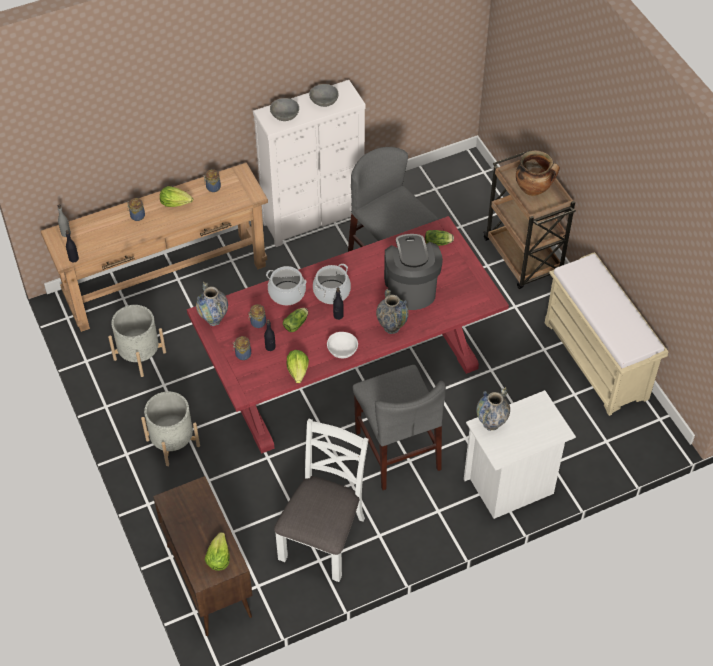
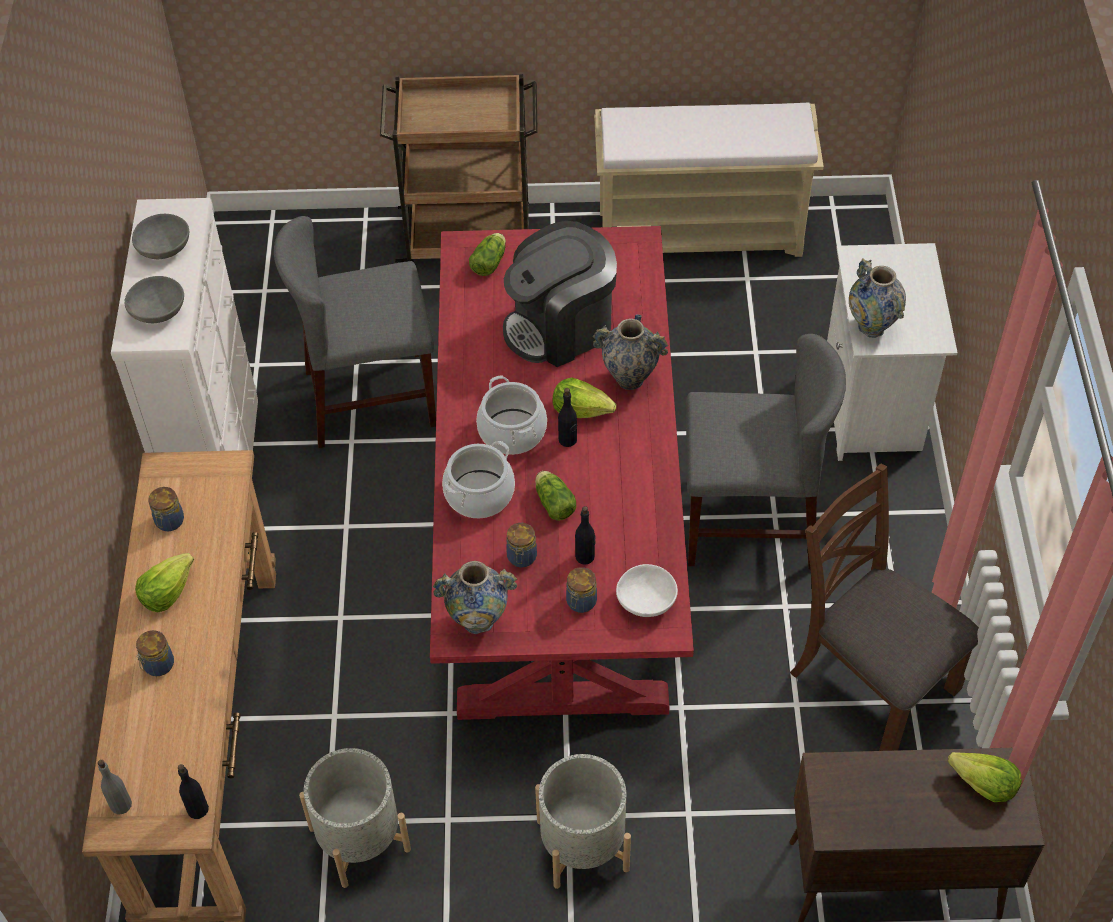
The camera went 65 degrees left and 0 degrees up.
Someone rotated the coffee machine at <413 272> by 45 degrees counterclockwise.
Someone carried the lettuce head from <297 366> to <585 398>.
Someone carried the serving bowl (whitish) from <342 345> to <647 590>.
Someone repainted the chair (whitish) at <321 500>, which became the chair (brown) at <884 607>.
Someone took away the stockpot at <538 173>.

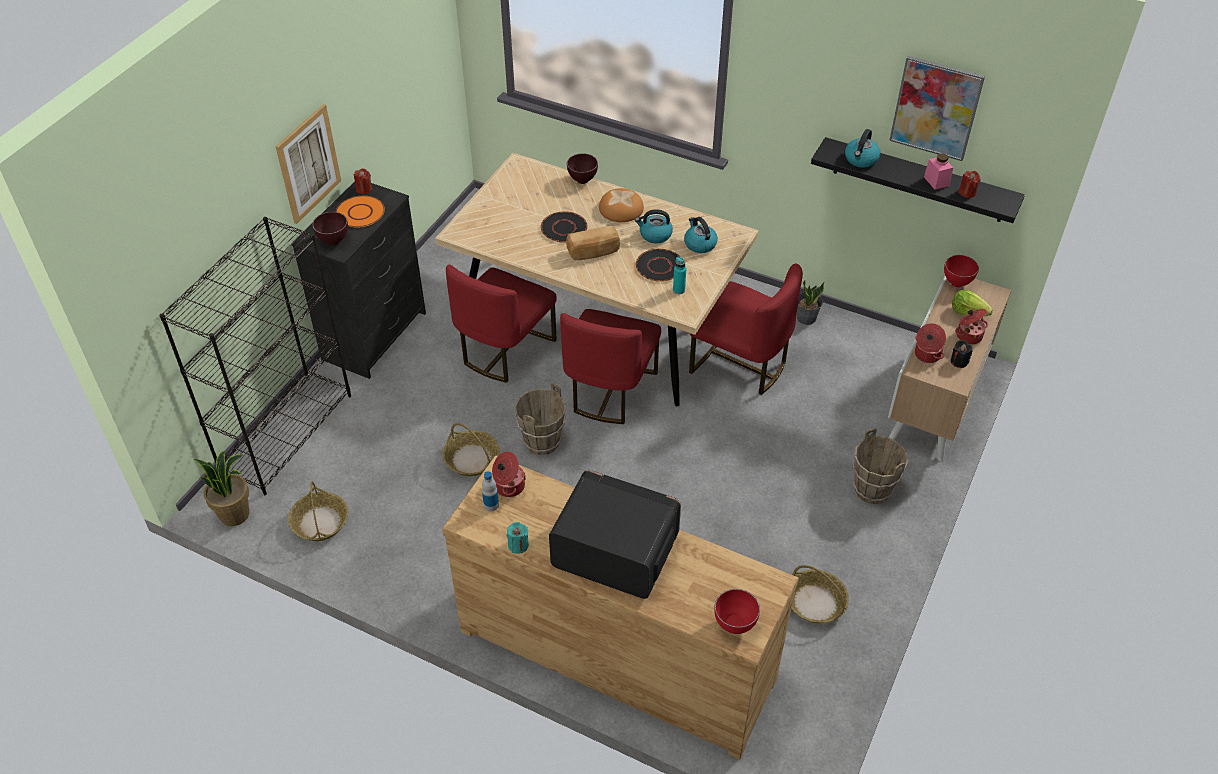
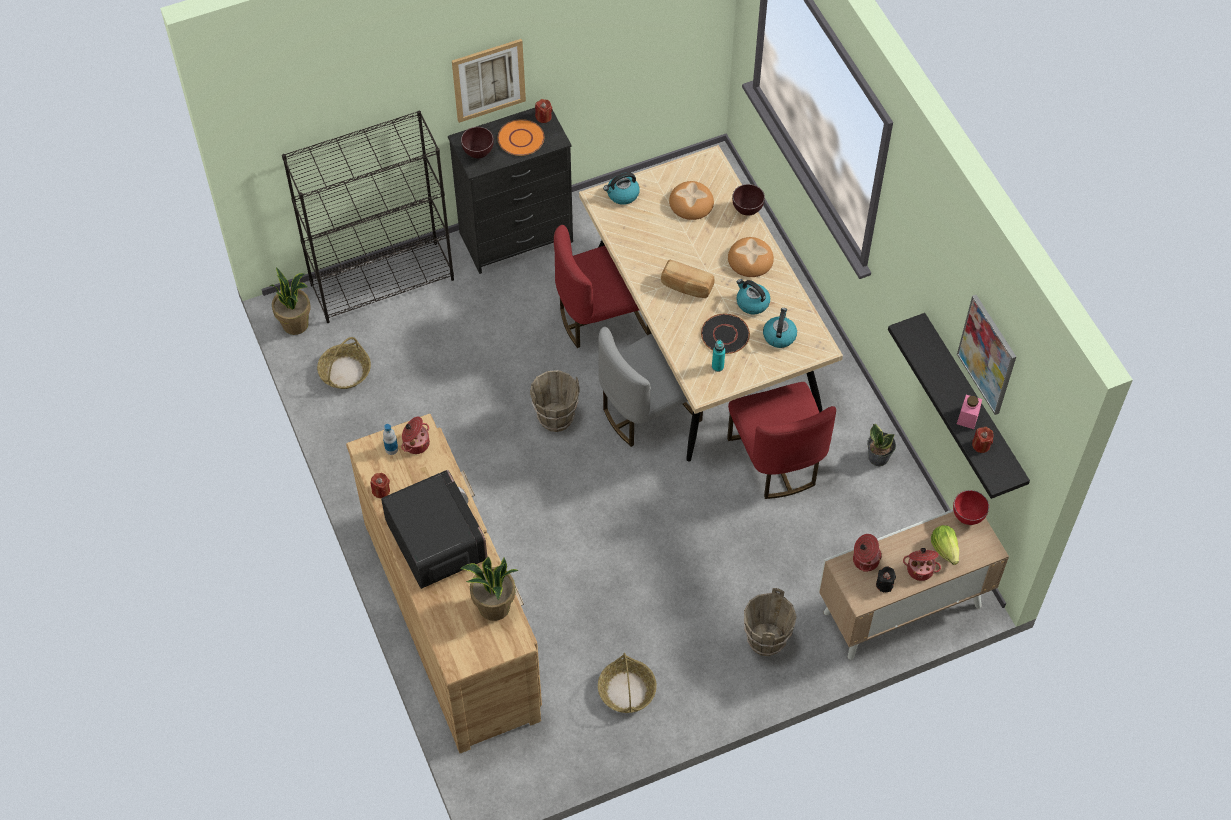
The camera went 40 degrees right and 10 degrees up.
Someone repainted the wax candle (turquoise-coloured) at <518 538>, which became the wax candle (reddish) at <380 485>.
Someone put down the potted plant at <489 588>.
Someone repainted the chair (reddish) at <610 366>, which became the chair (gray) at <650 387>.
Someone carried the kettle from <862 148> to <621 188>.
Someone put down the baked bread at <691 200>.
Someone took away the household basket at <471 449>.
Someone took away the plate (black-coloured) at <564 227>.
Someone took away the serving bowl (reddish) at <737 611>.

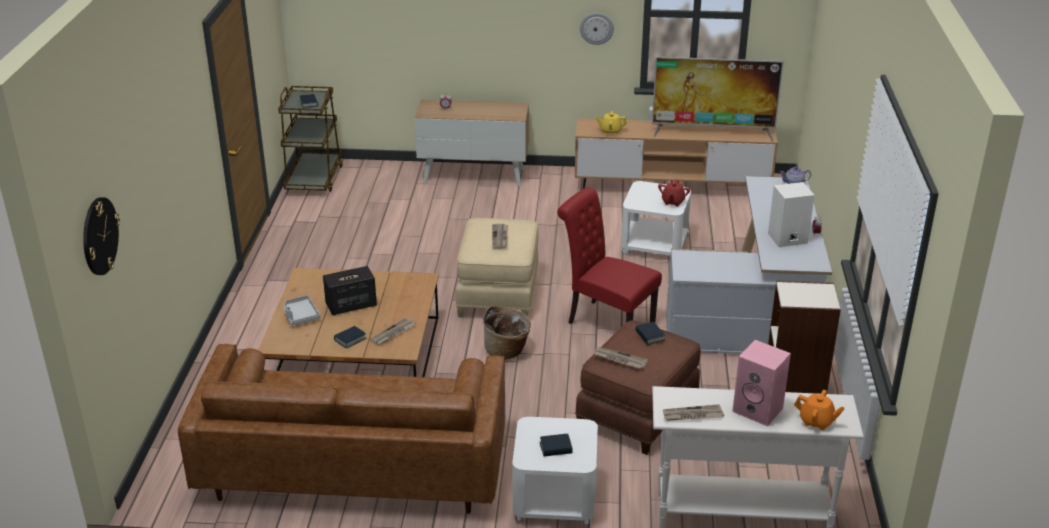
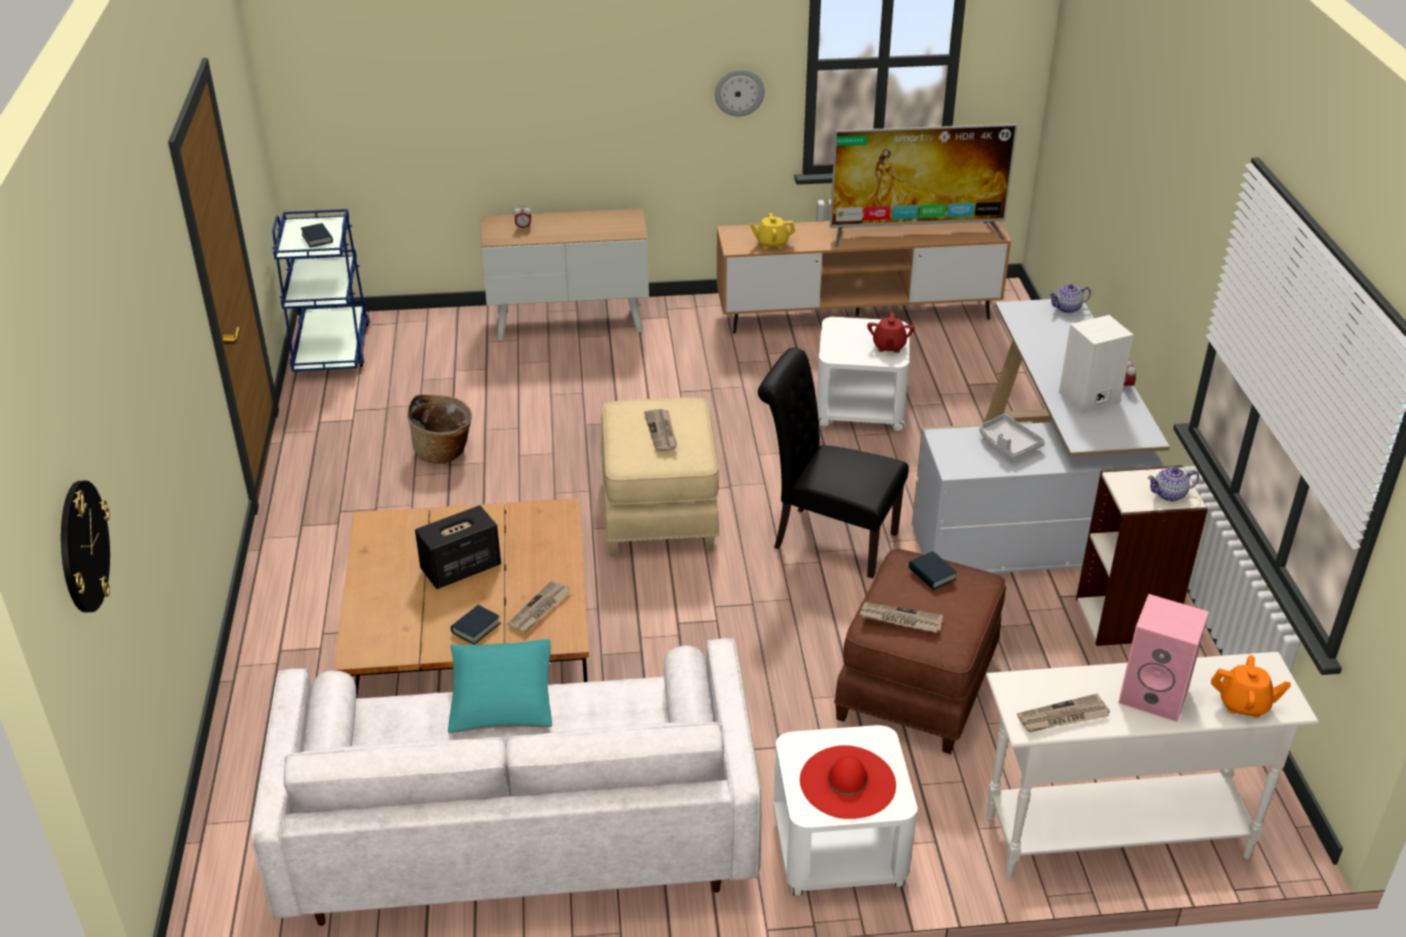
The camera went 10 degrees left and 5 degrees up.
Someone repainted the sofa (brown) at <341 429>, which became the sofa (whitish) at <507 782>.
Someone repainted the cart (brown) at <310 138>, which became the cart (bluish) at <321 290>.
Someone carried the household basket from <507 333> to <439 429>.
Someone put down the cushion (turquoise-coloured) at <500 686>.
Someone repainted the chair (reddish) at <609 255>, which became the chair (black-coloured) at <833 462>.
Someone swapped the bound book at <556 445> for the clothing hat (reddish) at <848 782>.
Someone carried the serving tray (gray) from <302 310> to <1012 437>.
Someone put down the tea pot at <1173 484>.

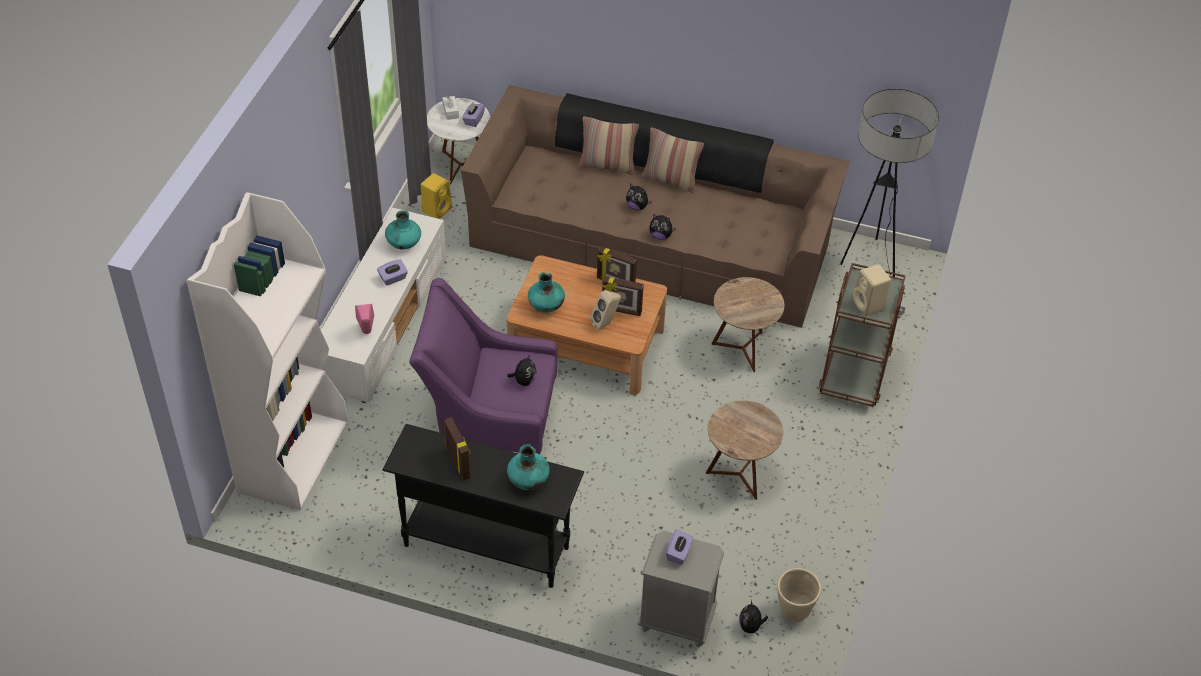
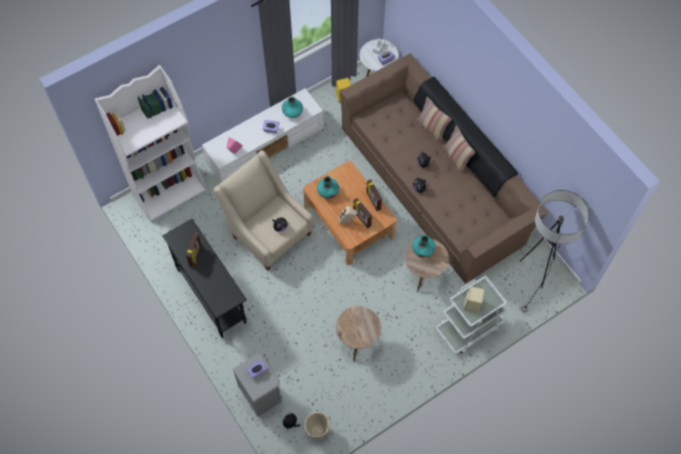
The camera went 40 degrees right and 15 degrees up.
Someone repainted the lounge chair (purple) at <483 366>, which became the lounge chair (sand-coloured) at <263 210>.
Someone carried the decorative vase (turquoise-coloured) from <528 467> to <423 246>.
Someone repainted the cart (brown) at <862 335>, which became the cart (whitish) at <471 314>.

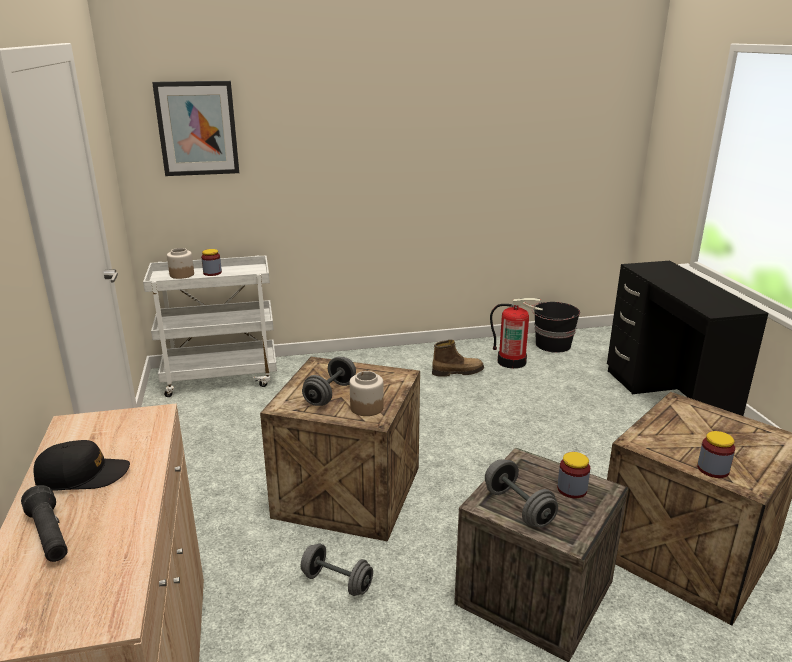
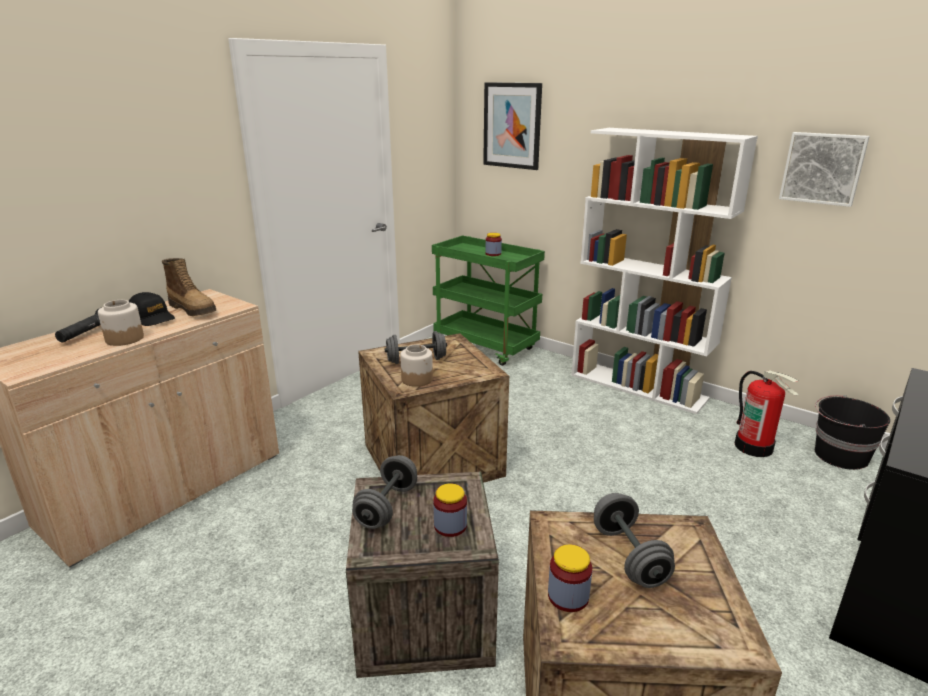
The camera went 50 degrees right and 0 degrees up.
Someone carried the storage jar from <180 263> to <121 323>.
Someone carried the high-top boot from <458 358> to <189 287>.
Someone repainted the cart (whitish) at <210 326>, which became the cart (greenish) at <488 300>.
Someone put down the bookshelf (whitish) at <664 271>.
Someone carried the dumbbell (gray) from <337 569> to <634 540>.
Someone put up the wall art at <824 169>.

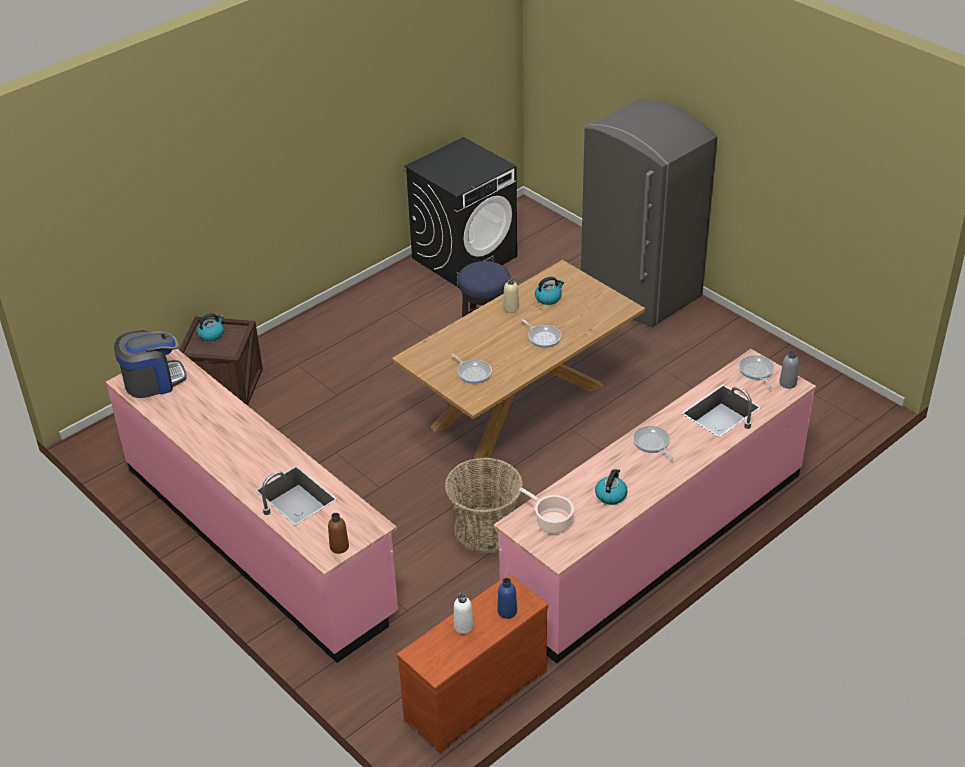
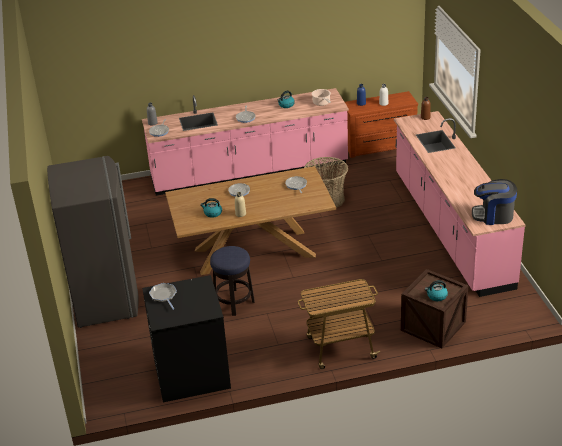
The camera went 150 degrees left and 5 degrees down.
Someone put down the pan at <163 296>.
Someone put down the cart at <339 324>.

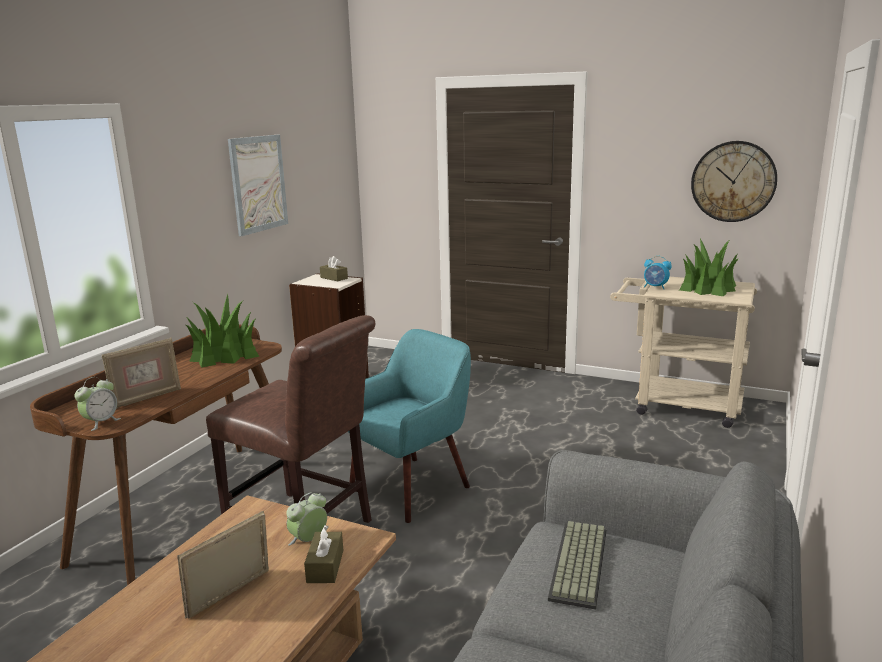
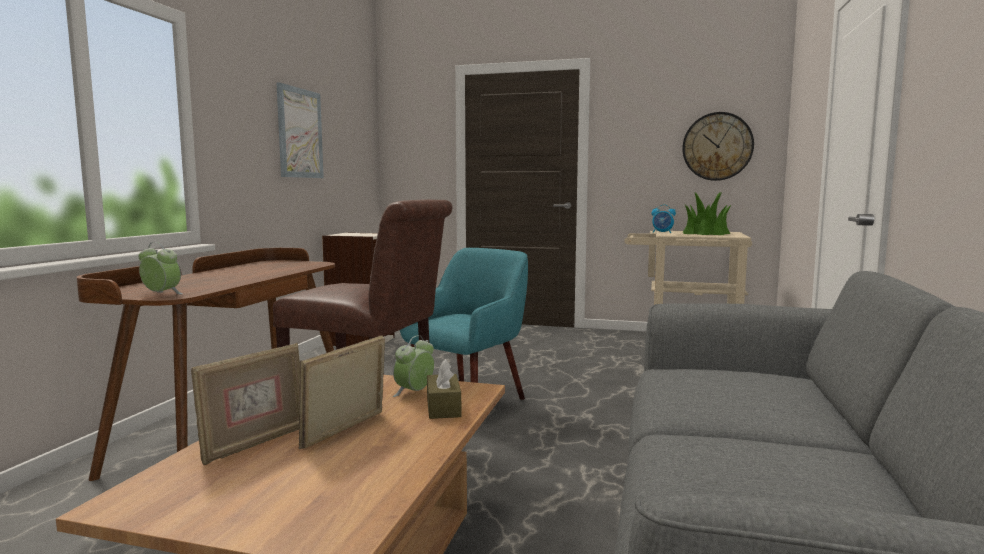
The camera went 10 degrees left and 10 degrees down.
Someone rotated the bedside clock at <97 404> by 90 degrees counterclockwise.
Someone carried the photo frame from <141 373> to <245 404>.
Someone took away the potted plant at <222 331>.
Someone took away the box of tissues (brown) at <334 268>.
Someone took away the keyboard at <577 565>.

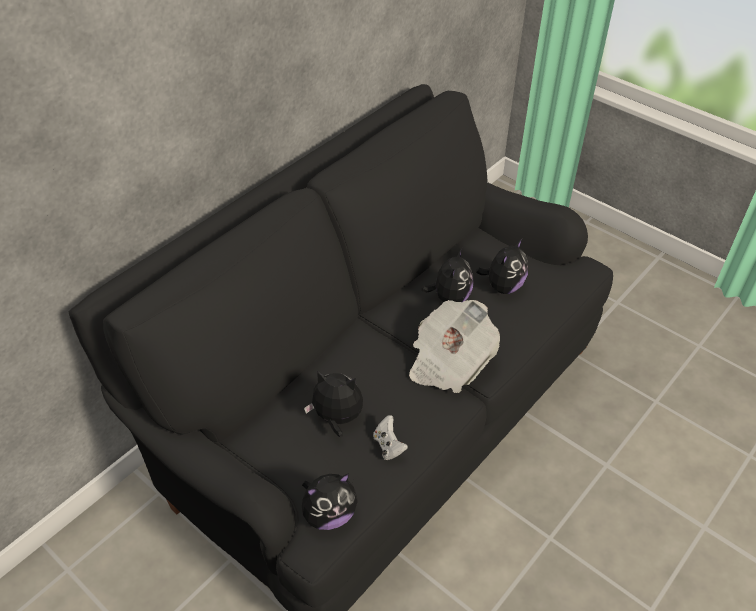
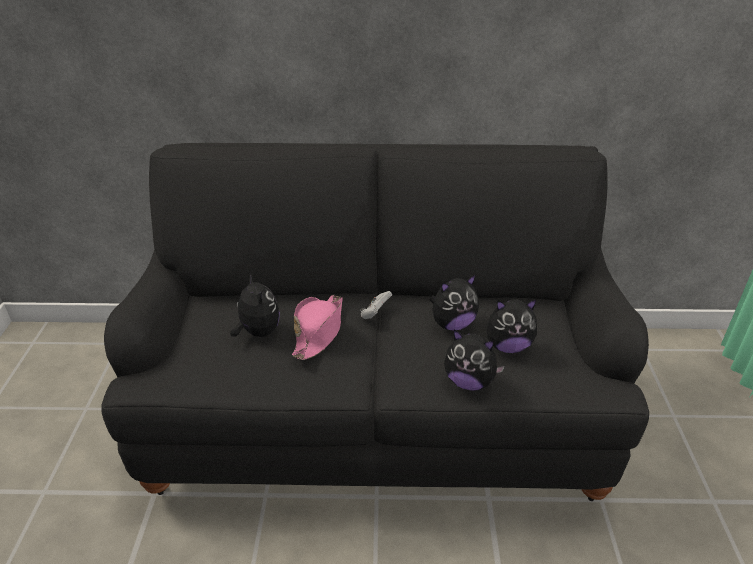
The camera went 50 degrees right and 10 degrees down.
Someone put down the clothing hat (pinkish) at <317 327>.
Someone carried the gamepad (whitish) from <390 437> to <376 305>.
Someone carried the plush toy from <330 501> to <474 360>.
Someone took away the daily paper at <454 346>.

